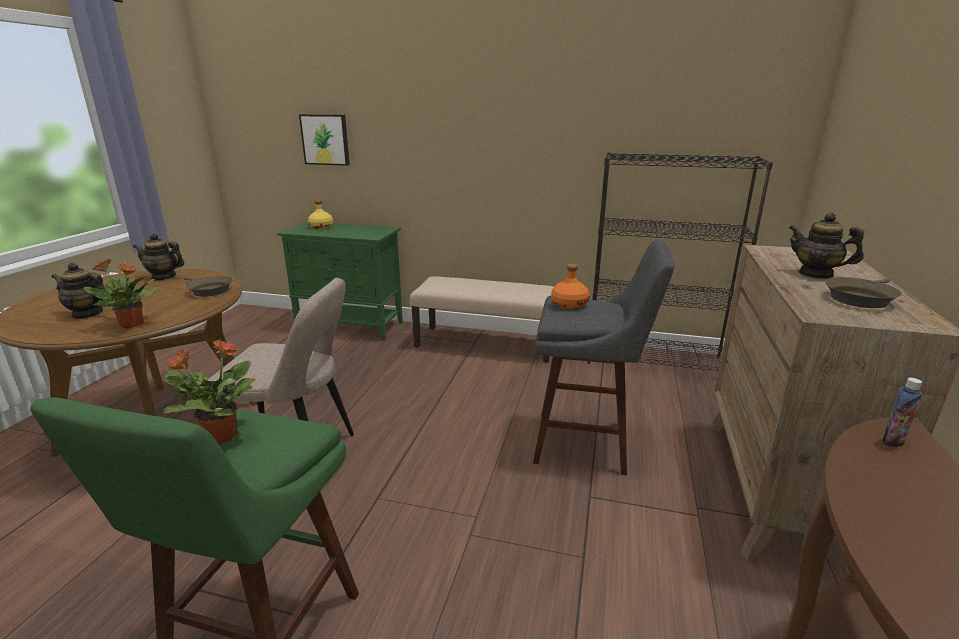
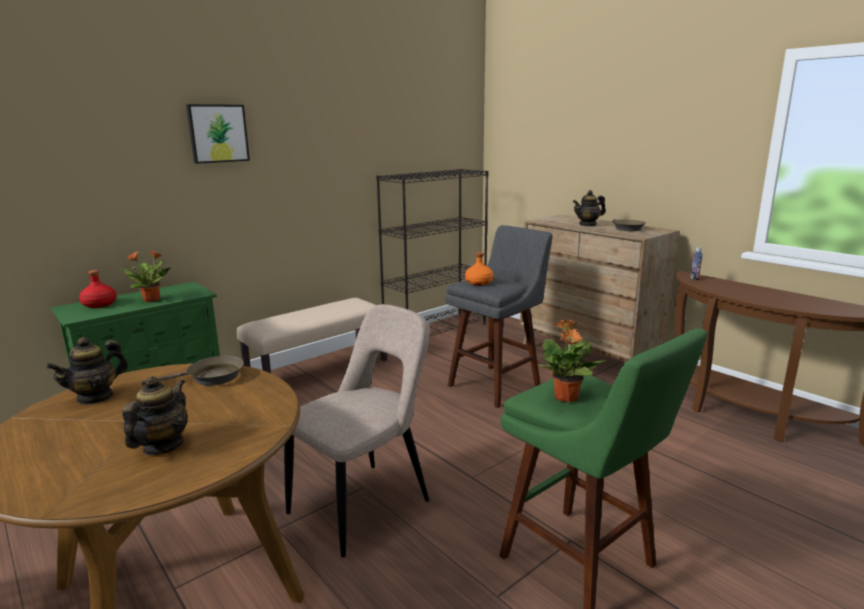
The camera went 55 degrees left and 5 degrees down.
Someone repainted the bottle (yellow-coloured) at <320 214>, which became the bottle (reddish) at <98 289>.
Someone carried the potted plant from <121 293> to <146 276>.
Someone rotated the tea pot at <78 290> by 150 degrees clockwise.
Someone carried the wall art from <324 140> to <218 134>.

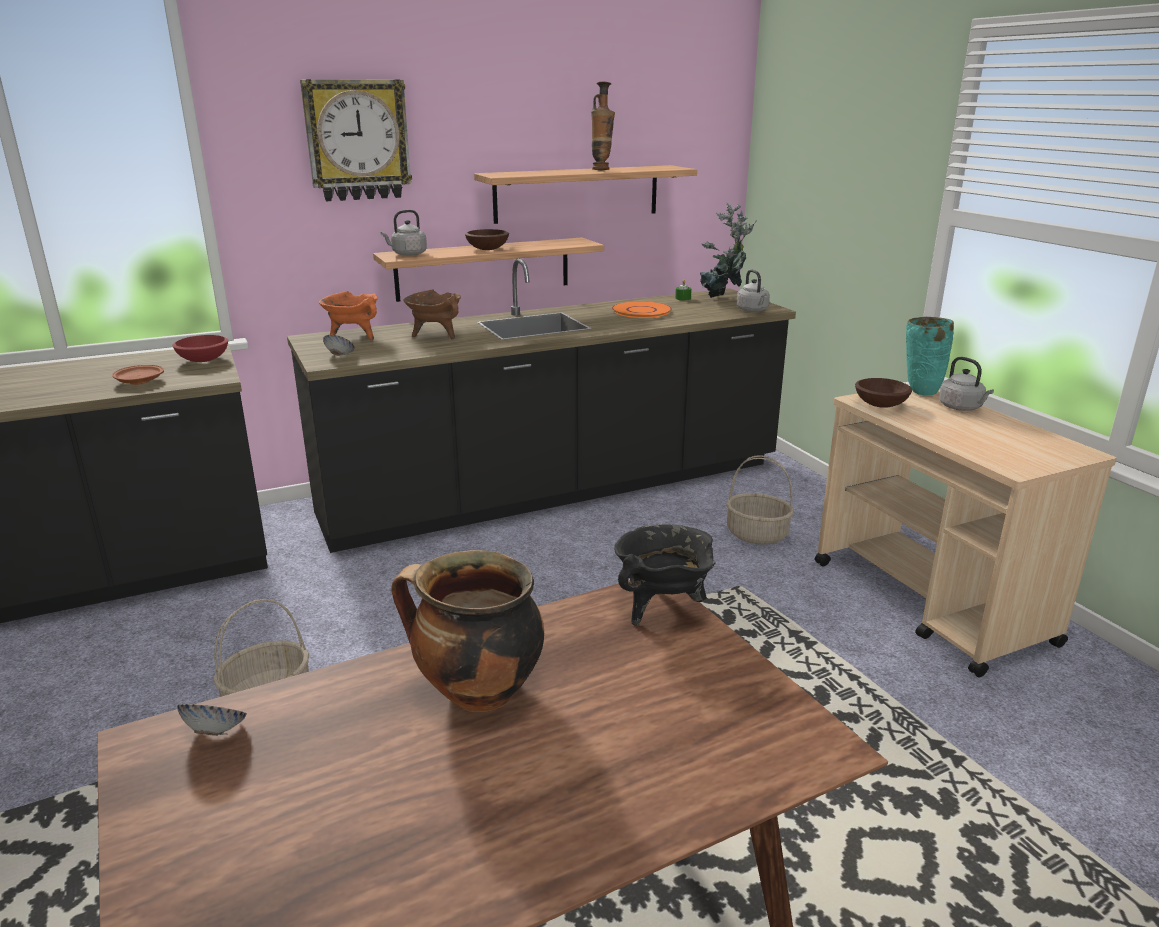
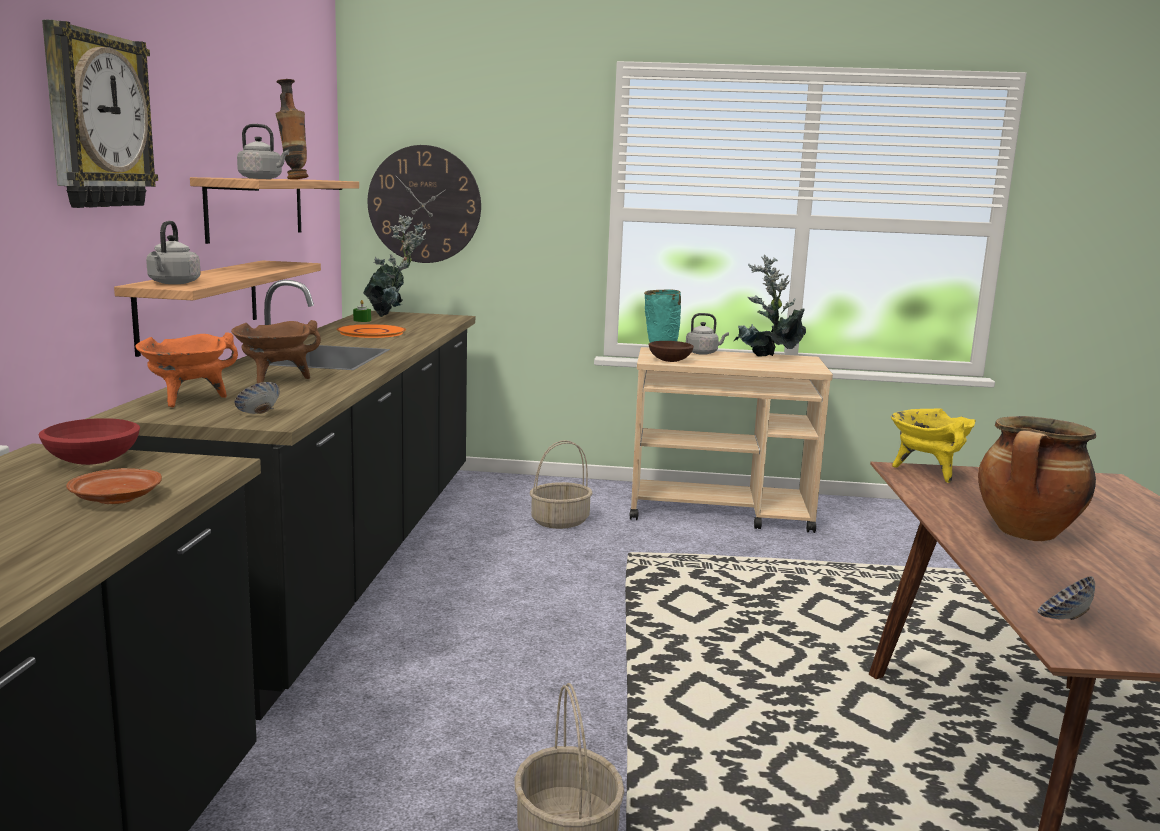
The camera went 60 degrees left and 10 degrees down.
Someone carried the kettle (gray) from <753 290> to <263 151>.
Someone put up the hanging clock at <424 204>.
Someone put down the potted plant at <770 306>.
Someone repainted the stockpot (black-coloured) at <665 574>, which became the stockpot (yellow-coloured) at <933 445>.
Someone took away the serving bowl (brown) at <487 239>.

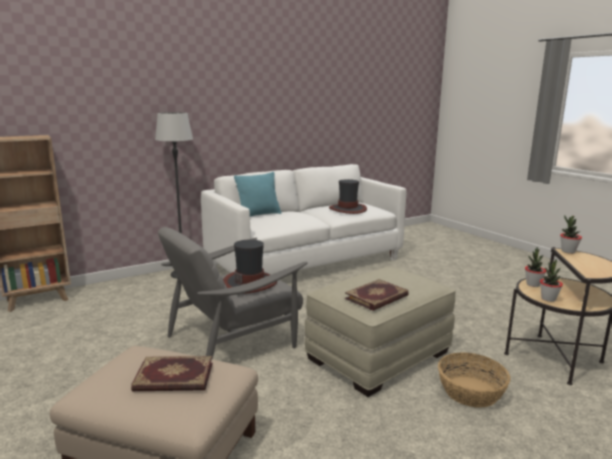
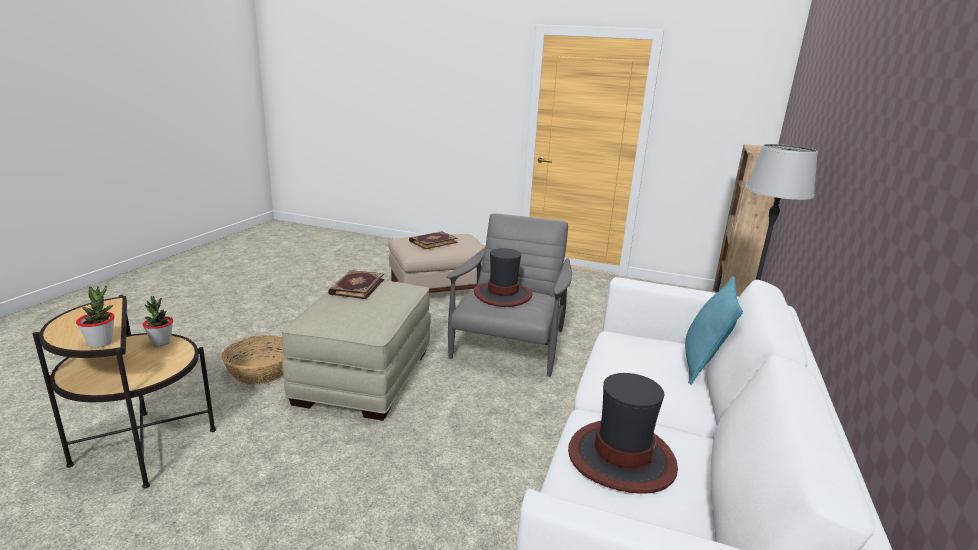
The camera went 140 degrees right and 5 degrees up.
Someone took away the potted plant at <535 267>.

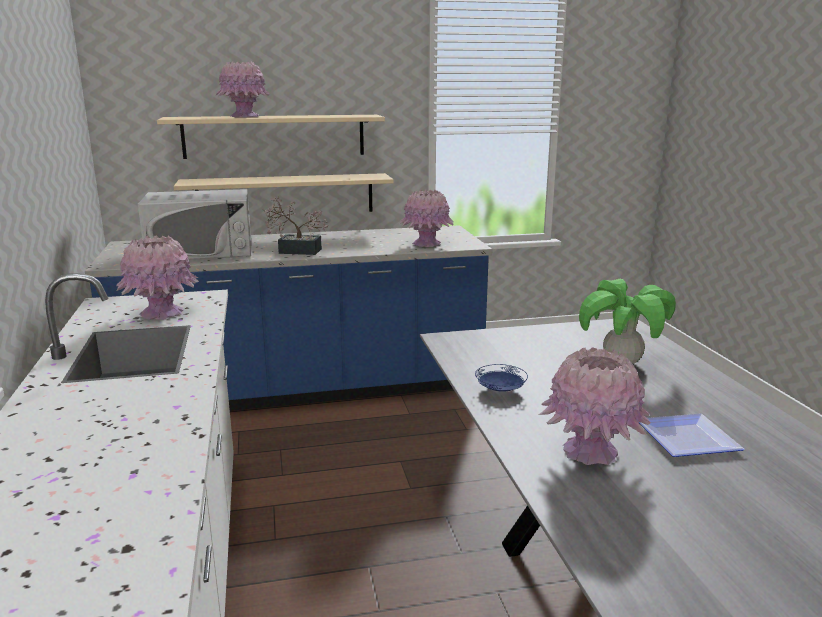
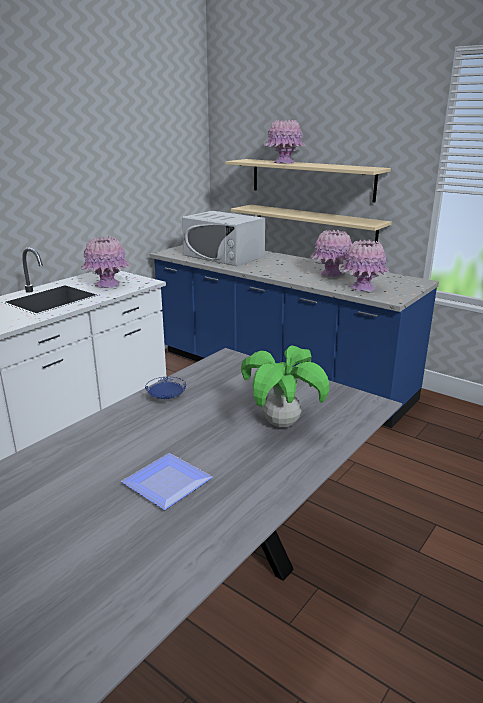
The camera went 50 degrees right and 5 degrees up.
Someone carried the decorative vase (pinkish) from <594 406> to <331 253>.
Someone took away the potted plant at <295 226>.

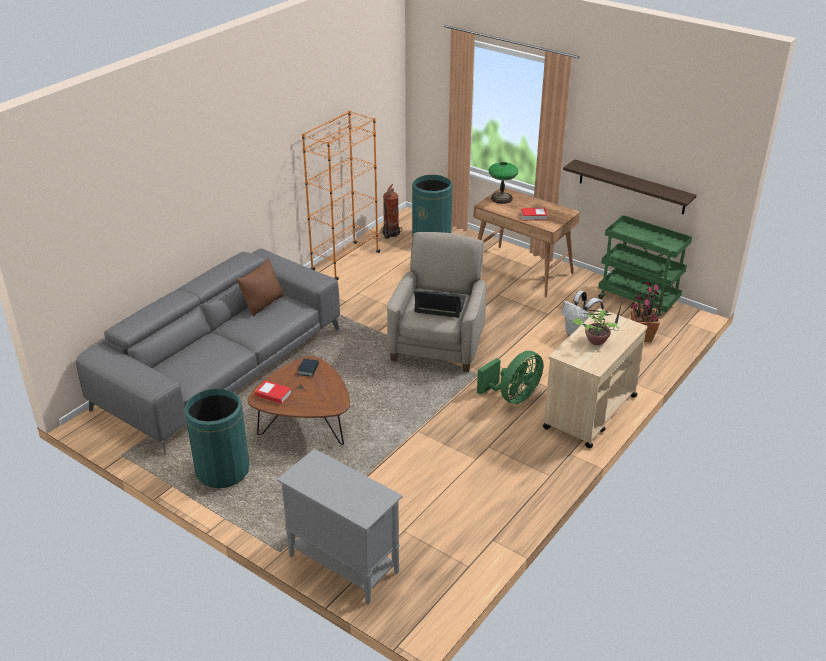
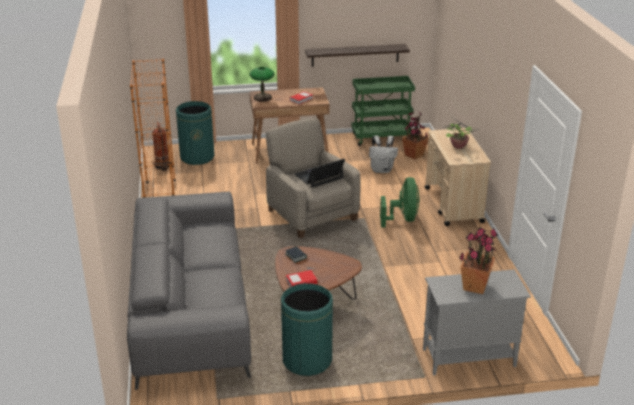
The camera went 45 degrees left and 5 degrees down.
Someone put down the potted plant at <478 260>.
Someone took away the cushion (brown) at <260 287>.

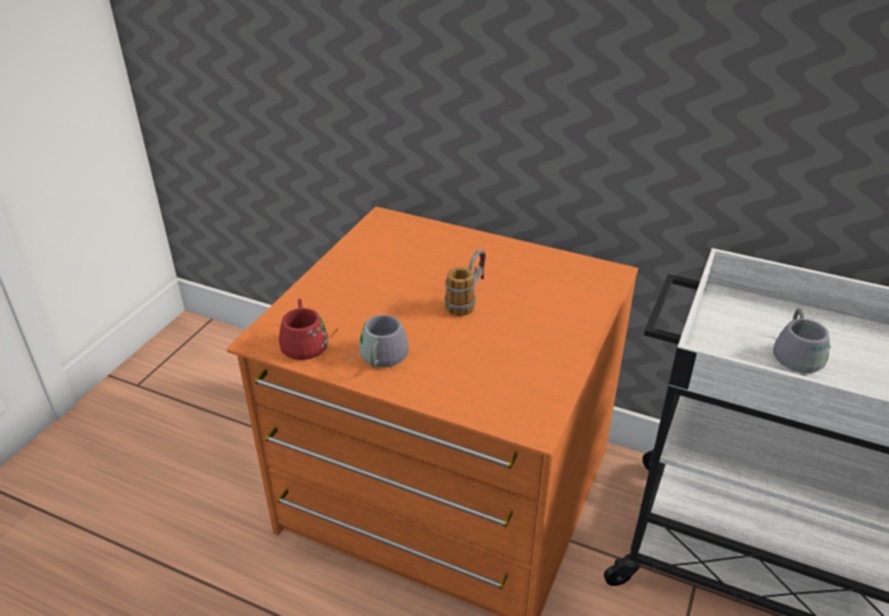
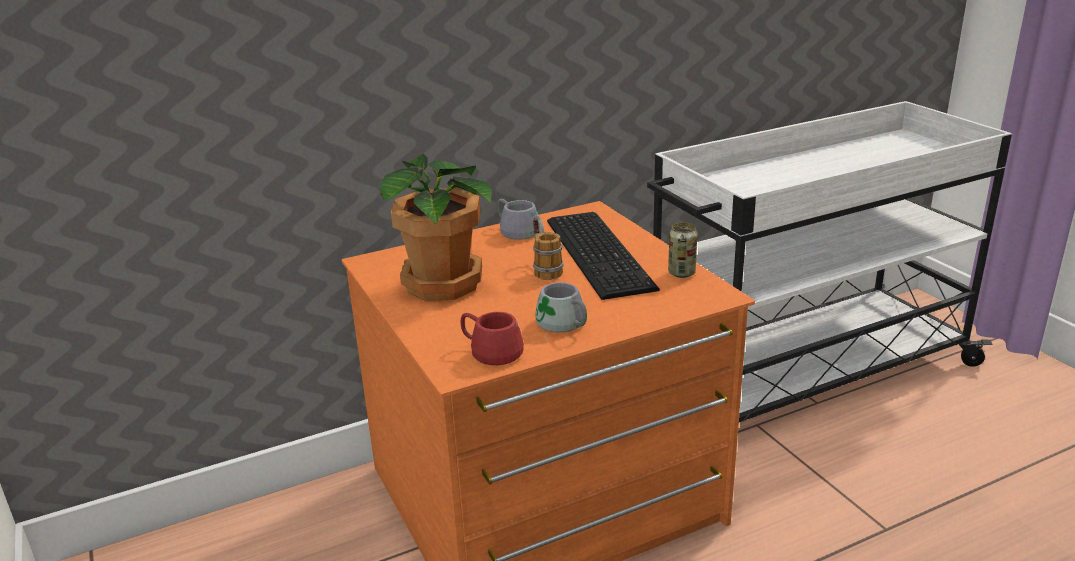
The camera went 50 degrees left and 10 degrees down.
Someone put down the potted plant at <436 227>.
Someone carried the coffee mug (gray) from <802 340> to <518 219>.
Someone put down the keyboard at <603 256>.
Someone put down the metal can at <682 250>.

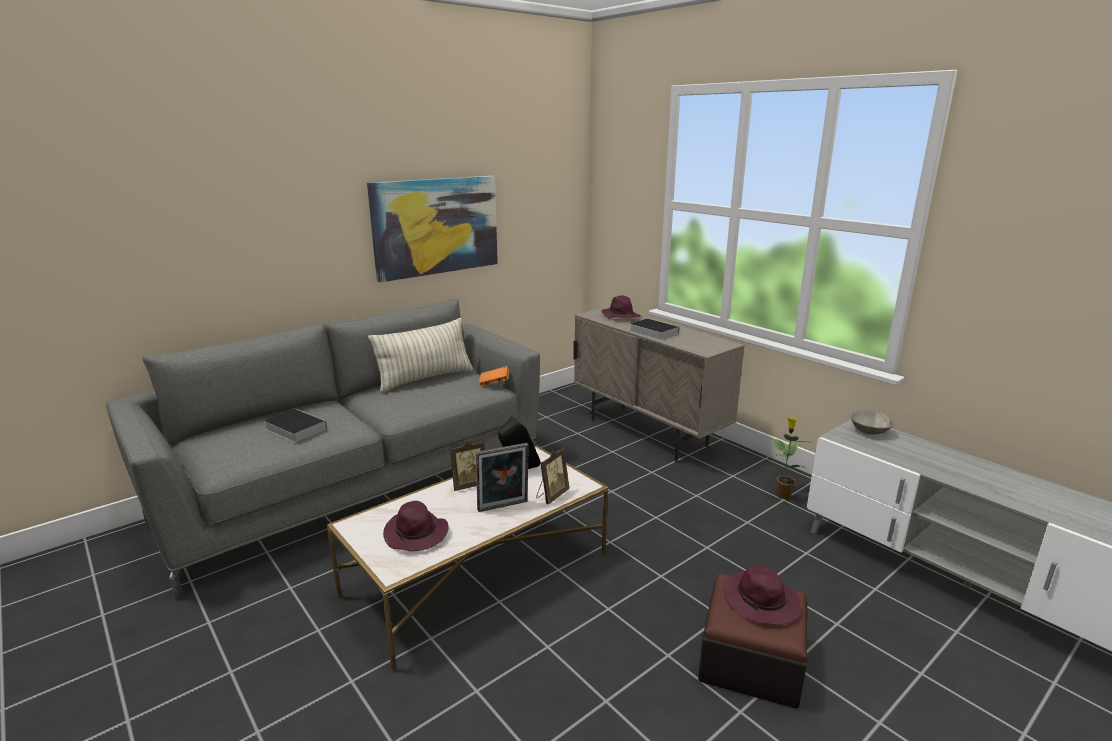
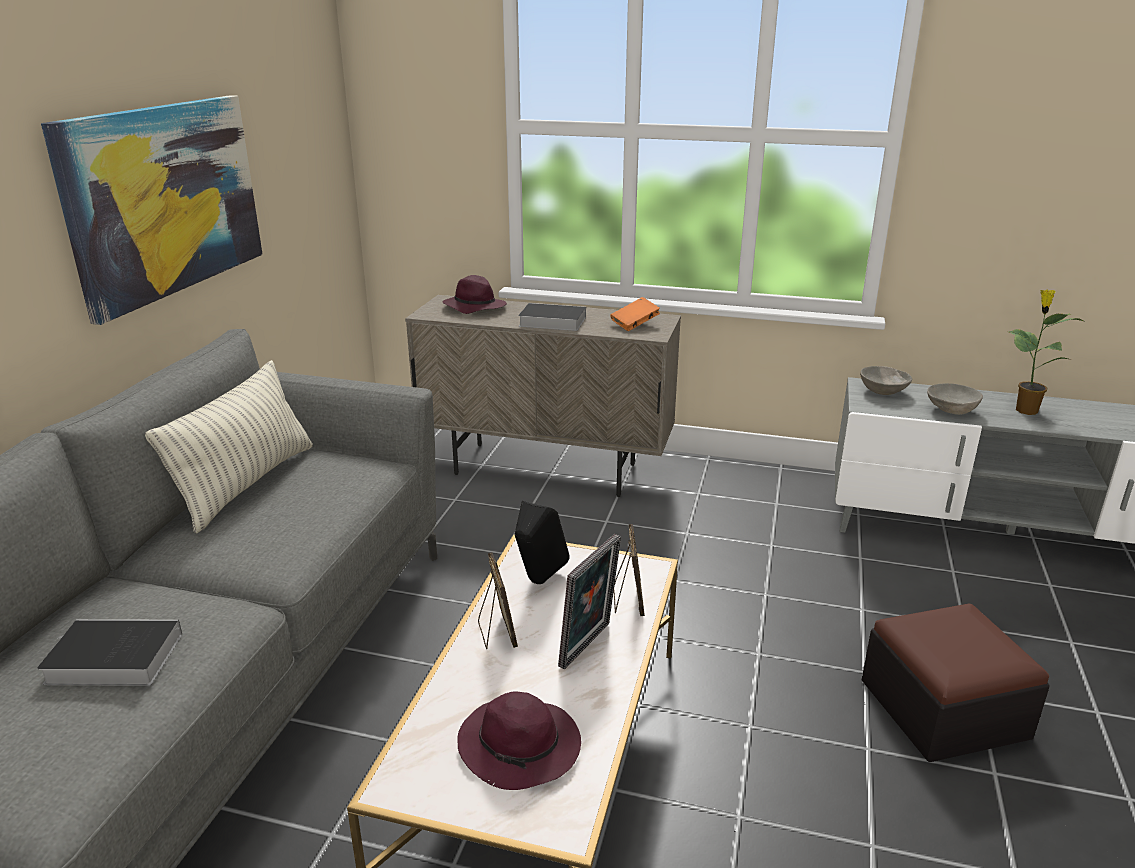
The camera went 35 degrees left and 5 degrees up.
Someone rotated the photo frame at <467 466> by 45 degrees counterclockwise.
Someone carried the bound book (orange-coloured) from <494 376> to <635 314>.
Someone put down the serving bowl (gray) at <955 399>.
Someone carried the potted plant from <792 458> to <1047 352>.
Someone took away the clothing hat (purple) at <762 595>.

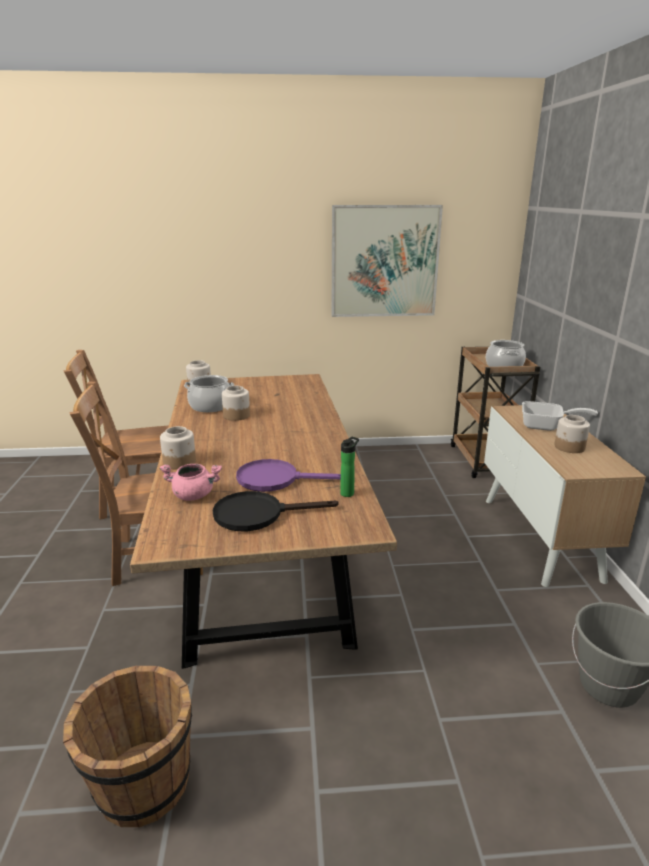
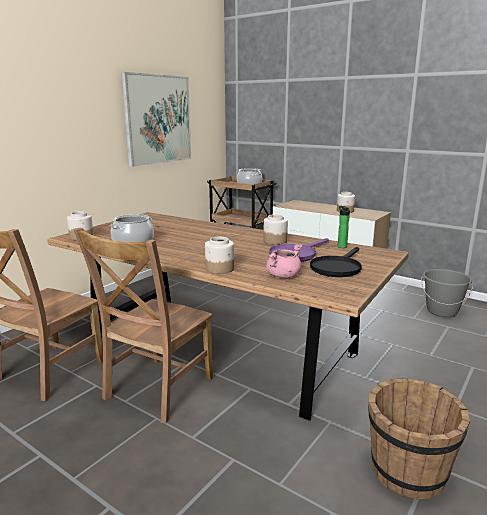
The camera went 50 degrees left and 5 degrees down.
Someone carried the storage jar from <236 403> to <275 229>.
Someone took away the pan at <560 416>.

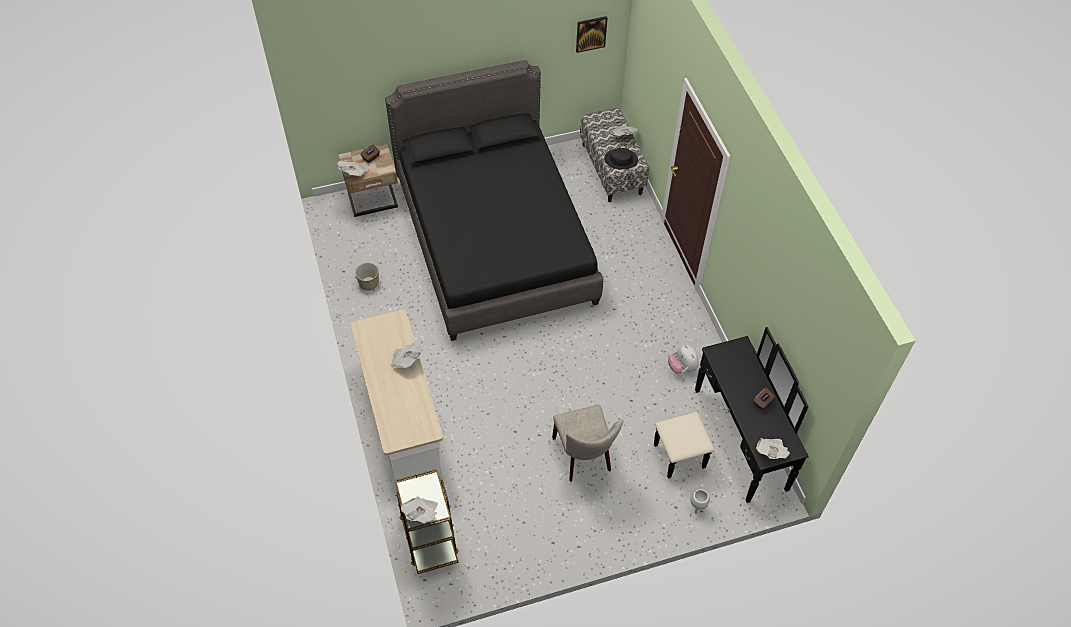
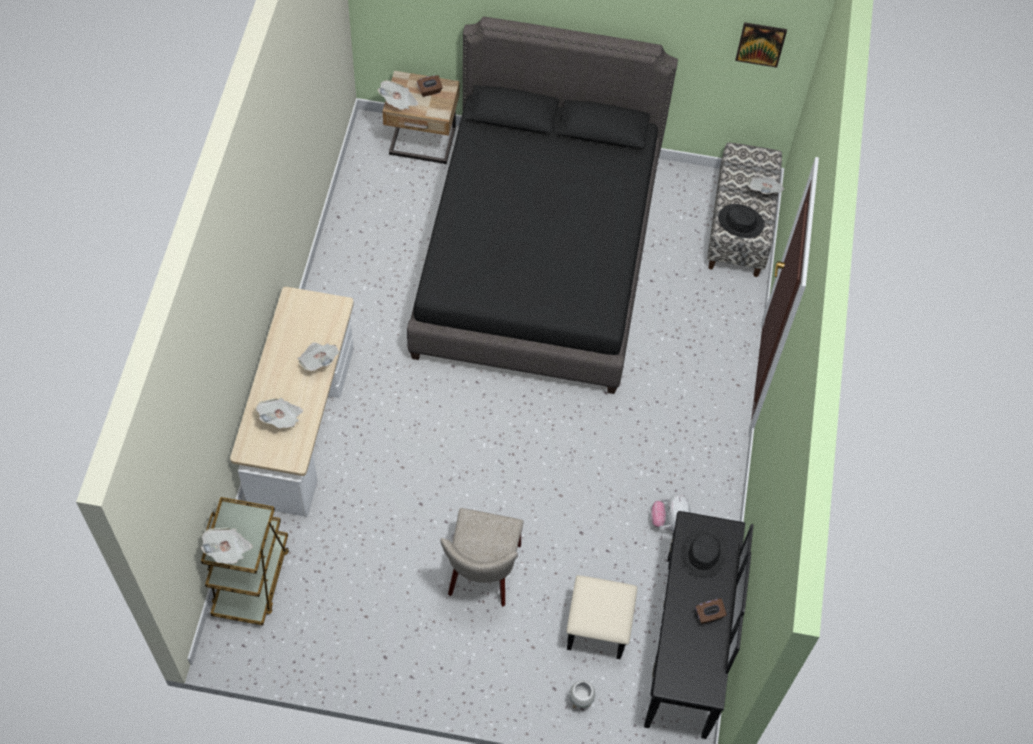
The camera went 25 degrees right and 5 degrees up.
Someone carried the daily paper from <773 448> to <279 413>.
Someone put down the clothing hat (black-coloured) at <704 553>.
Someone took away the flower pot at <367 276>.

